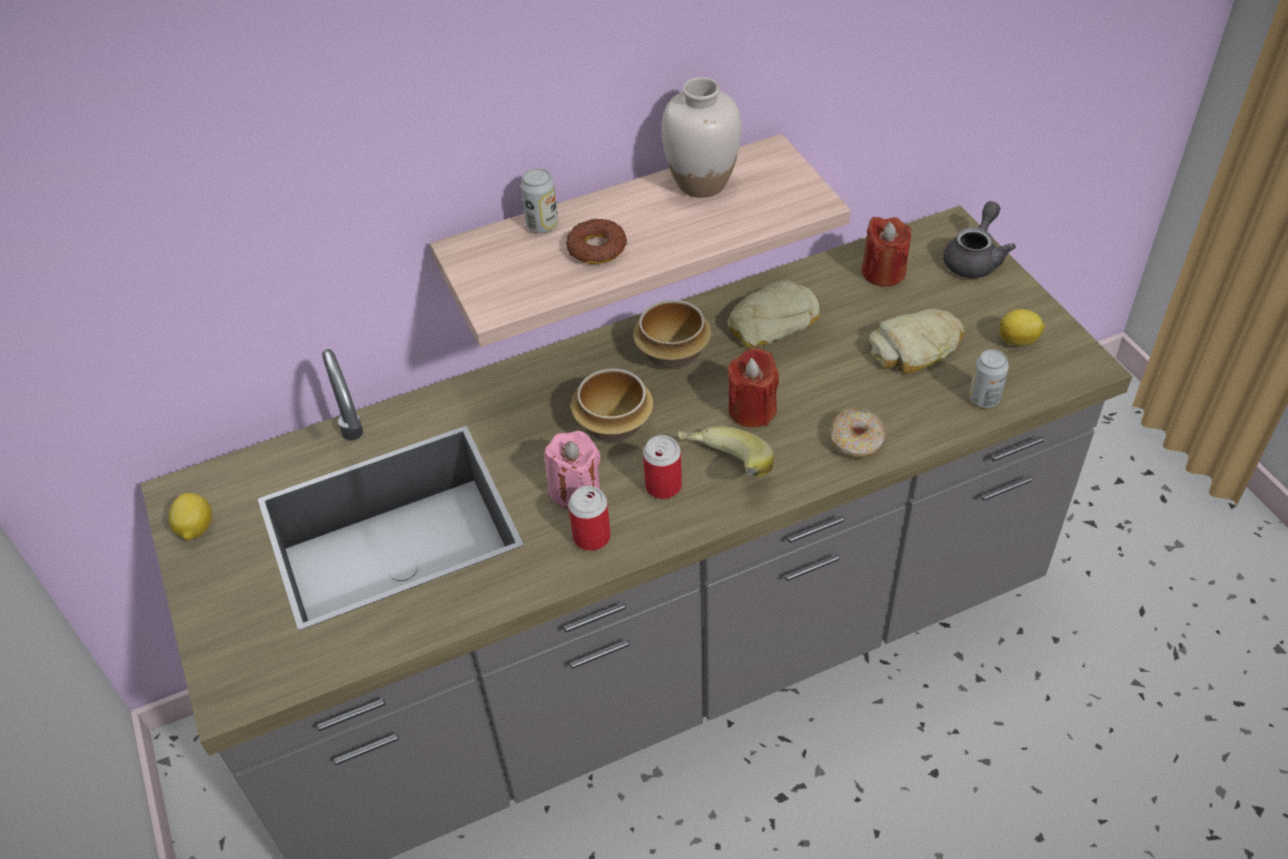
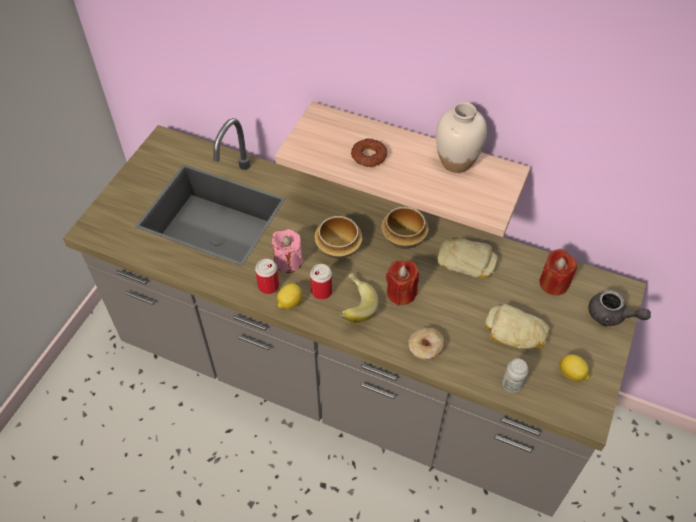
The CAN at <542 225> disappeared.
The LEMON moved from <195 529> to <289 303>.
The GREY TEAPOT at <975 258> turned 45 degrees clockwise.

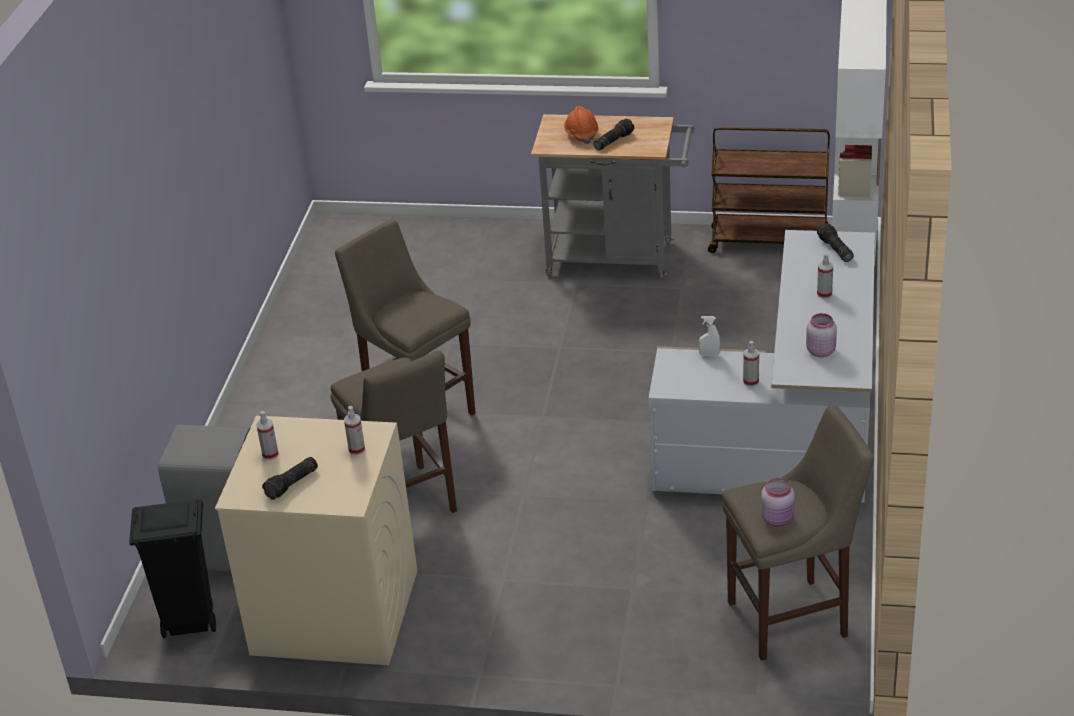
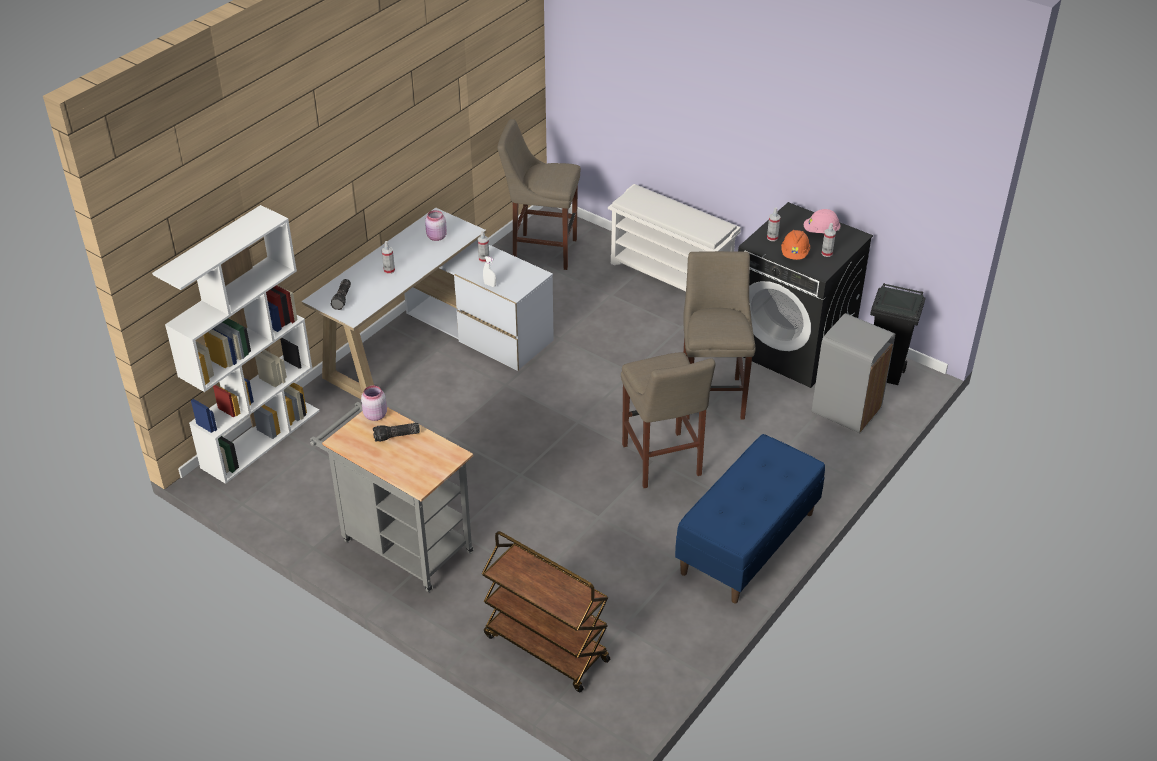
The WHITE SHOE RACK at <671 275> appeared.
The BLUE BENCH at <748 543> appeared.
The ORANGE HARD HAT moved from <581 135> to <795 254>.
The BROWN CART moved from <769 241> to <545 648>.
The PINK JAR moved from <778 519> to <374 415>.
The FLASHLIGHT at <292 484> was replaced by the PINK HARD HAT at <821 231>.
The BEIGE WASHING MACHINE at <333 612> became the BLACK WASHING MACHINE at <793 346>.

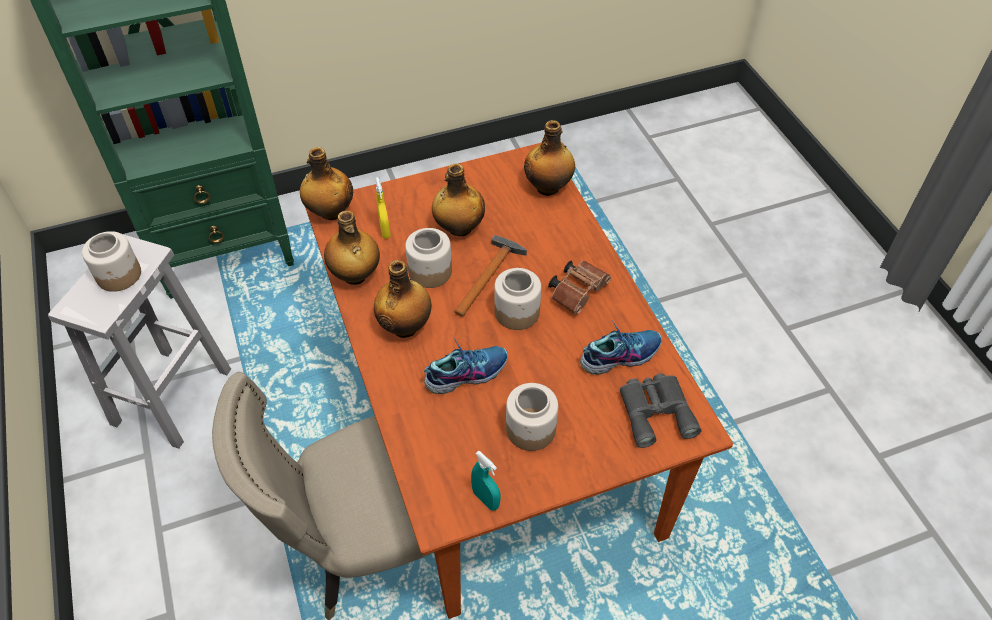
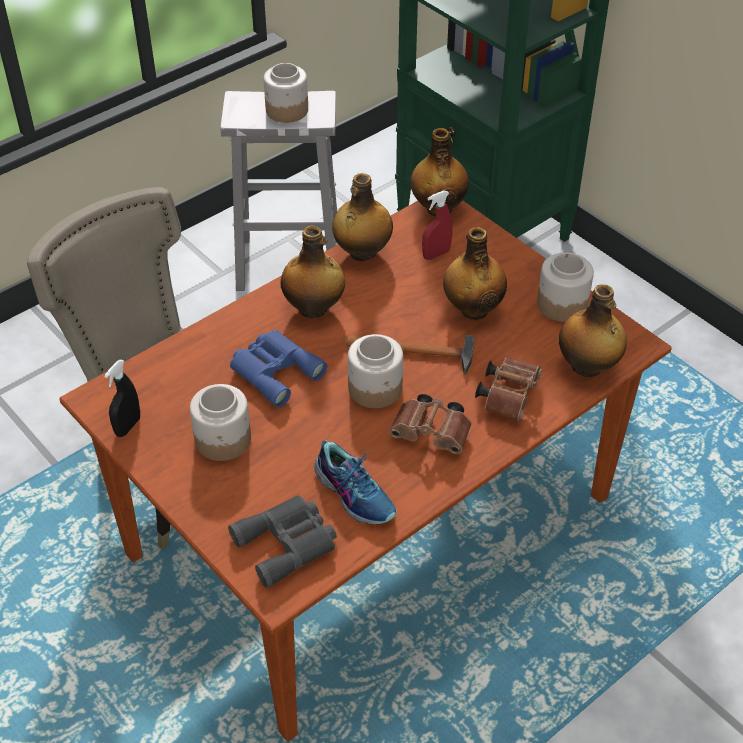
The BROWN BINOCULARS at <509 395> appeared.
The JAR moved from <429 271> to <562 304>.
The SHOE at <466 373> was replaced by the BLUE BINOCULARS at <274 370>.
The YELLOW SPRAY BOTTLE at <385 230> became the RED SPRAY BOTTLE at <436 254>.
The TURQUOISE SPRAY BOTTLE at <486 499> became the BLACK SPRAY BOTTLE at <128 426>.

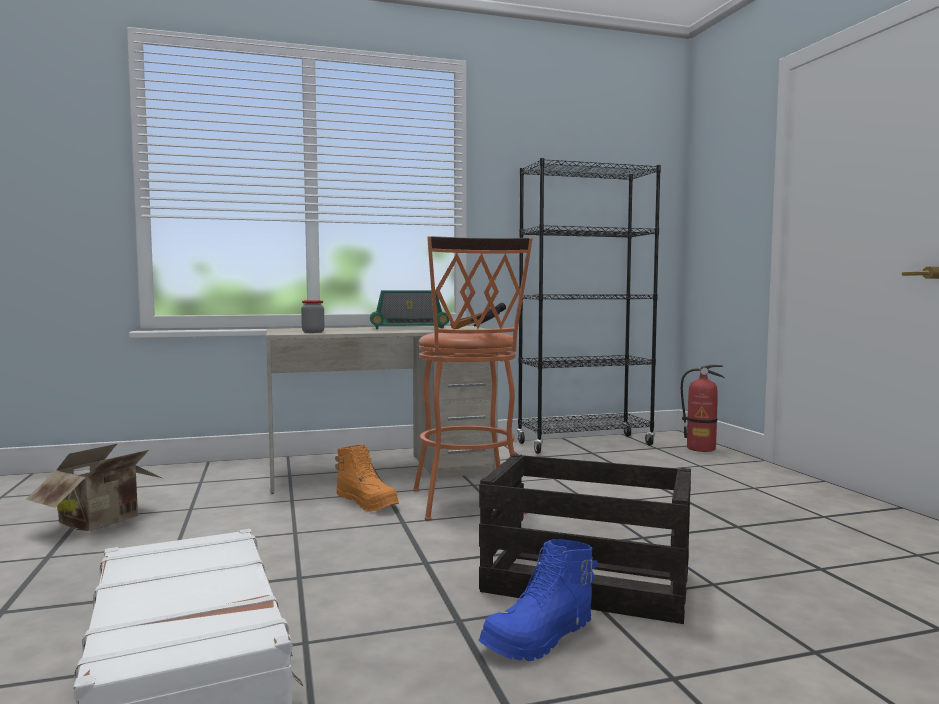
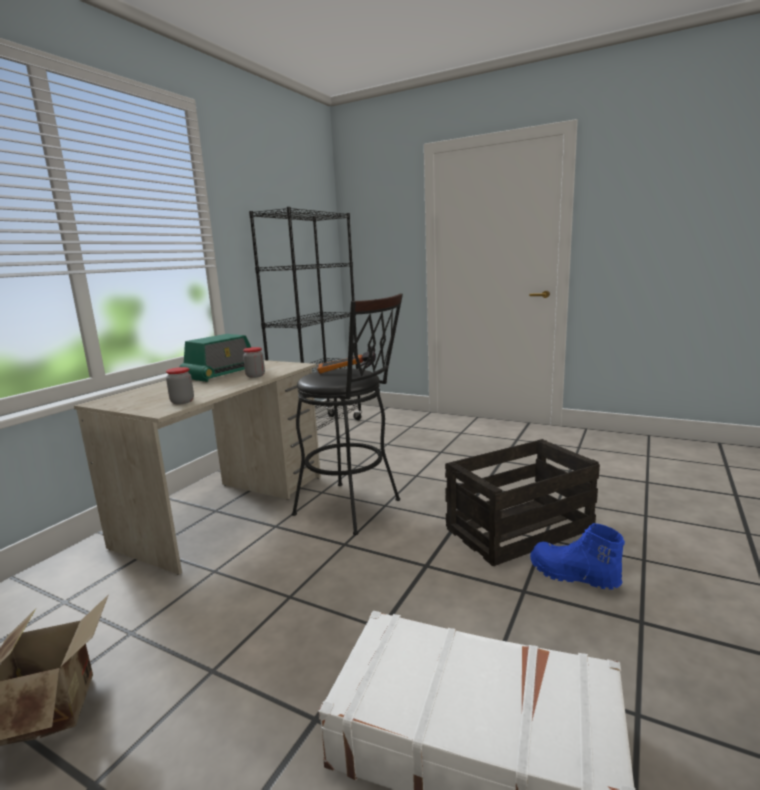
The ORANGE BOOT at <367 503> disappeared.
The FIRE EXTINGUISHER at <701 449> disappeared.
The JAR at <255 376> appeared.
The ORANGE STOOL at <468 505> became the BLACK STOOL at <354 509>.
The BLUE BOOT at <540 639> turned 120 degrees clockwise.

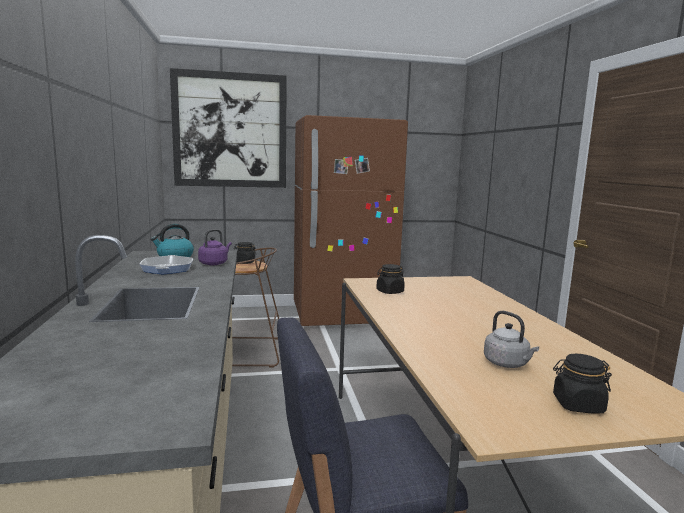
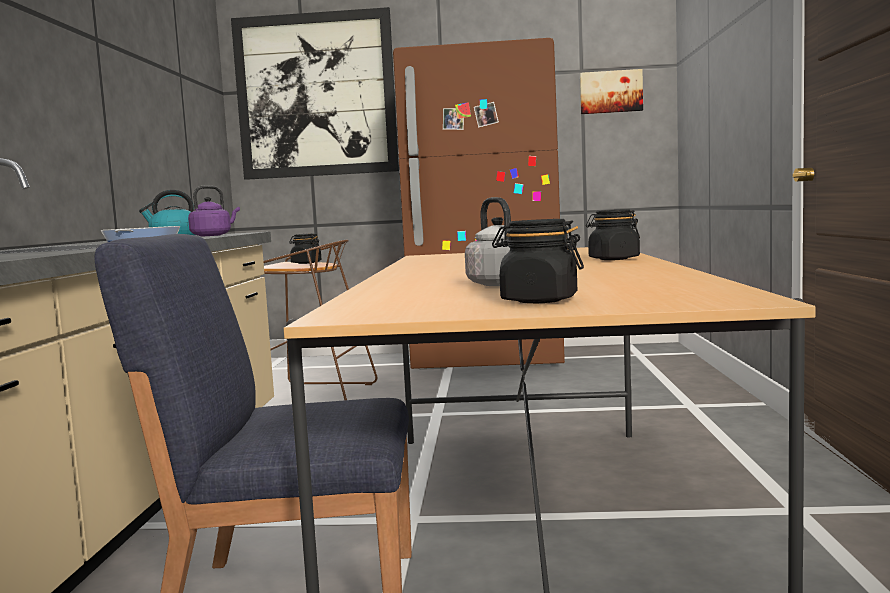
The PICTURE at <610 92> appeared.
The BLACK JAR moved from <389 291> to <613 259>.

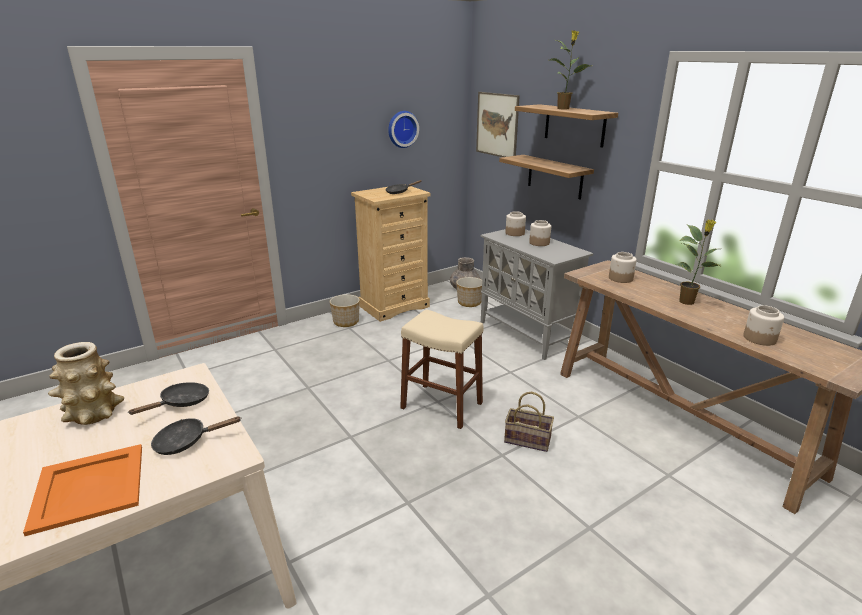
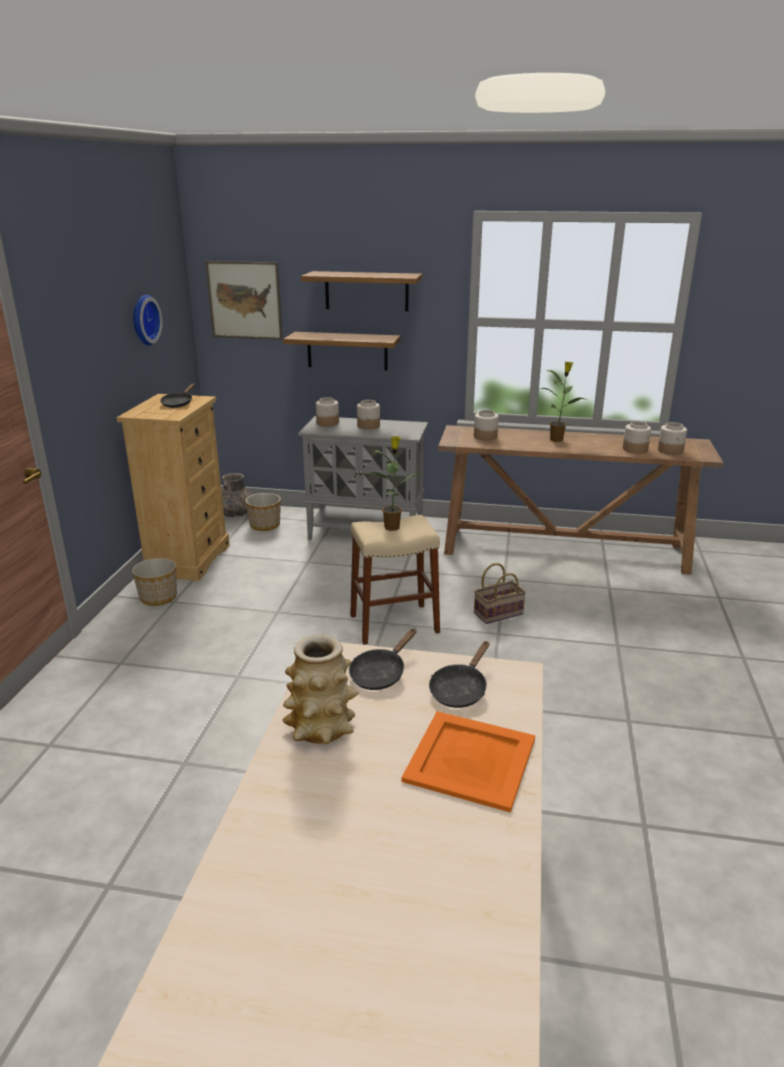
The JAR at <670 450> appeared.
The POTTED PLANT moved from <564 108> to <392 527>.
The BLACK FRYING PAN at <181 403> turned 135 degrees counterclockwise.

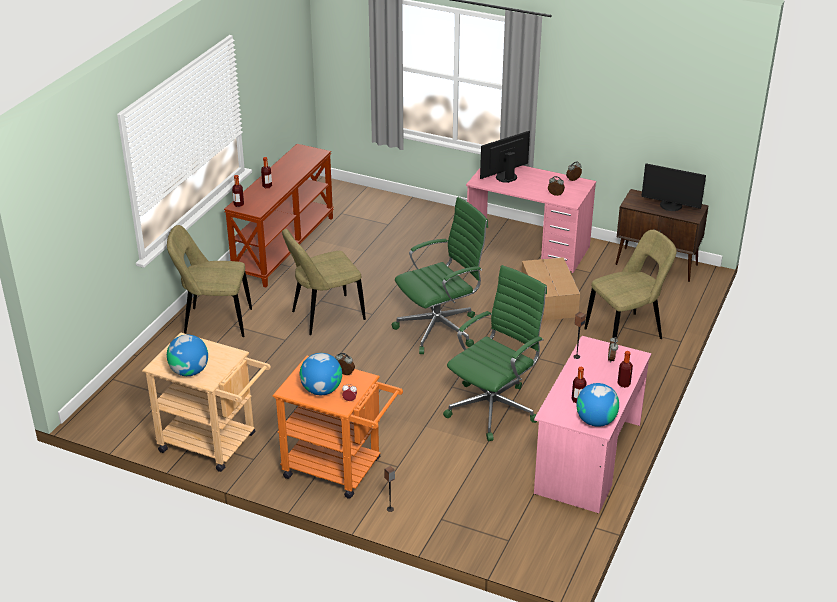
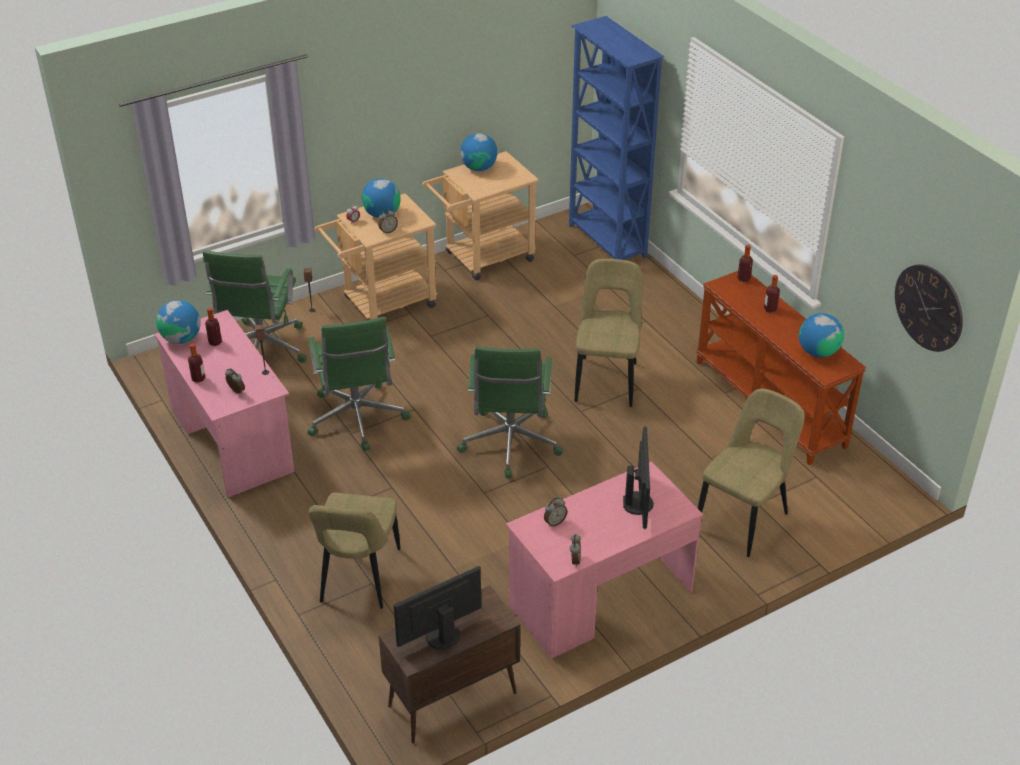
The CARDBOARD BOX at <548 300> disappeared.
The GREEN OFFICE CHAIR at <261 351> appeared.
The BLUE BOOKCASE at <607 242> appeared.
The GLOBE at <818 352> appeared.
The WALL CLOCK at <929 307> appeared.
The BEIGE CHAIR moved from <214 322> to <744 518>.
The ORANGE CART at <340 470> became the BEIGE CART at <382 304>.

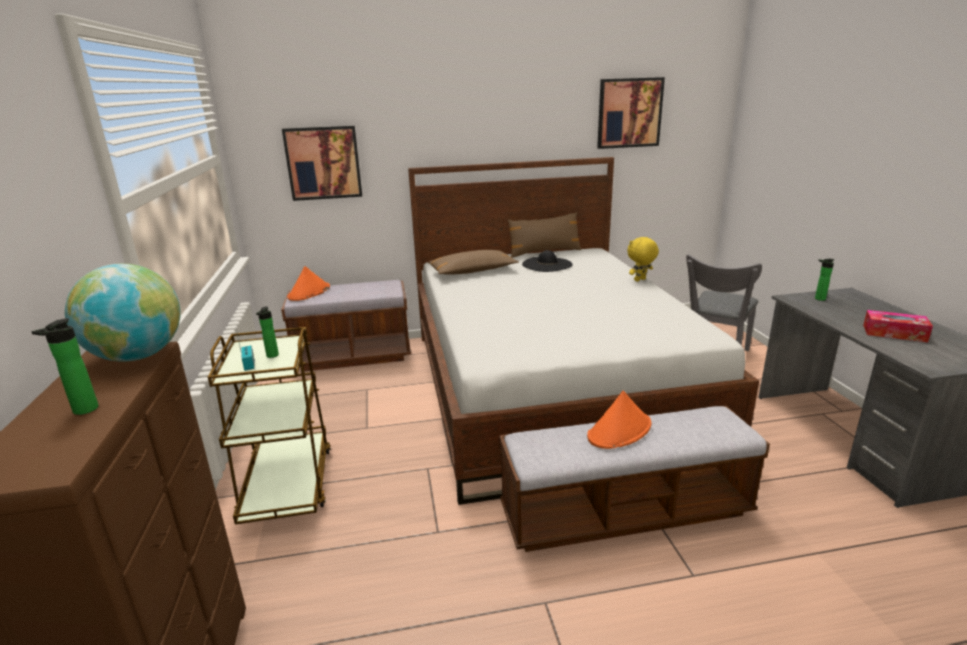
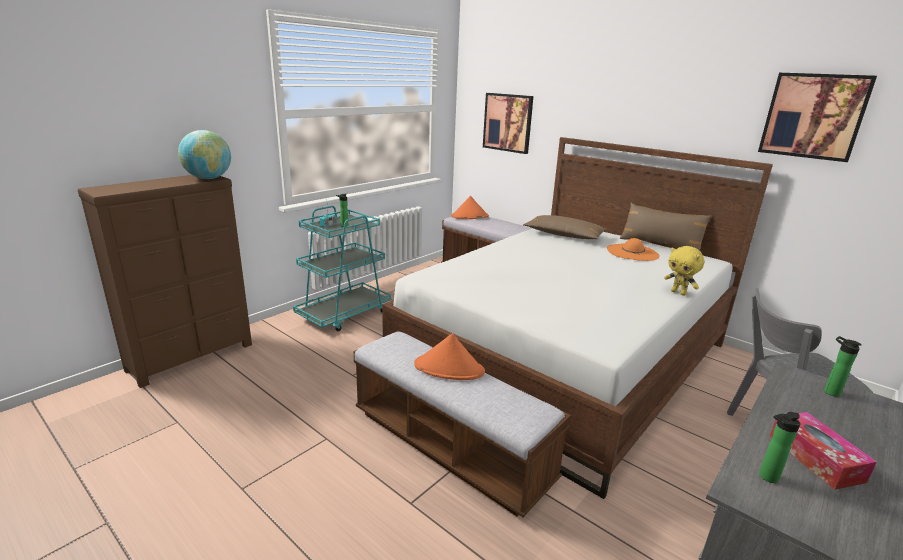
The BOTTLE moved from <82 411> to <766 477>.
The BROWN CART at <288 485> became the TURQUOISE CART at <344 314>.
The BLACK HAT at <547 264> became the ORANGE HAT at <632 252>.
The YELLOW PLUSH TOY at <640 280> turned 150 degrees counterclockwise.

